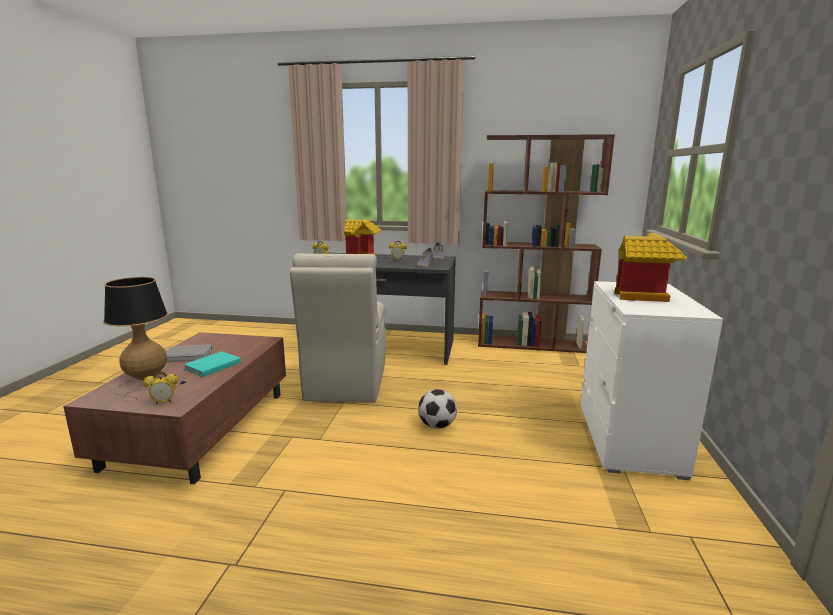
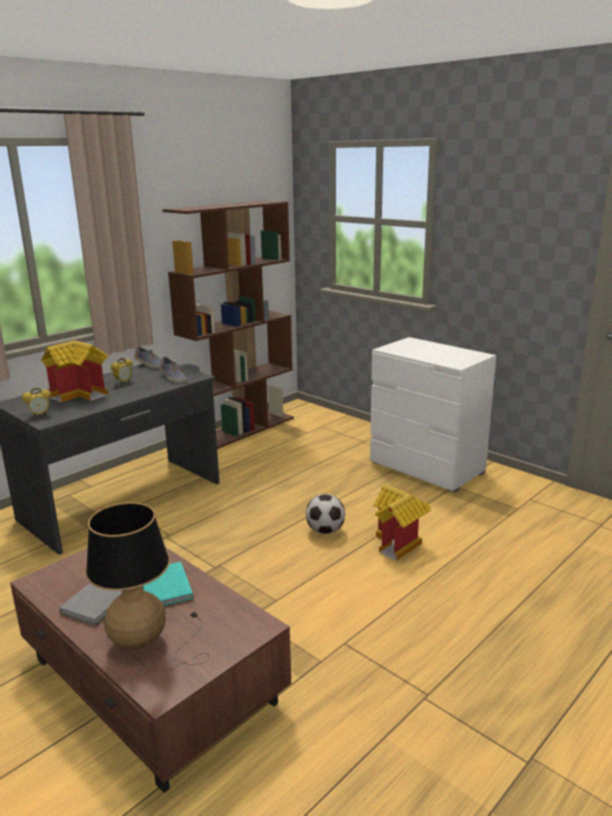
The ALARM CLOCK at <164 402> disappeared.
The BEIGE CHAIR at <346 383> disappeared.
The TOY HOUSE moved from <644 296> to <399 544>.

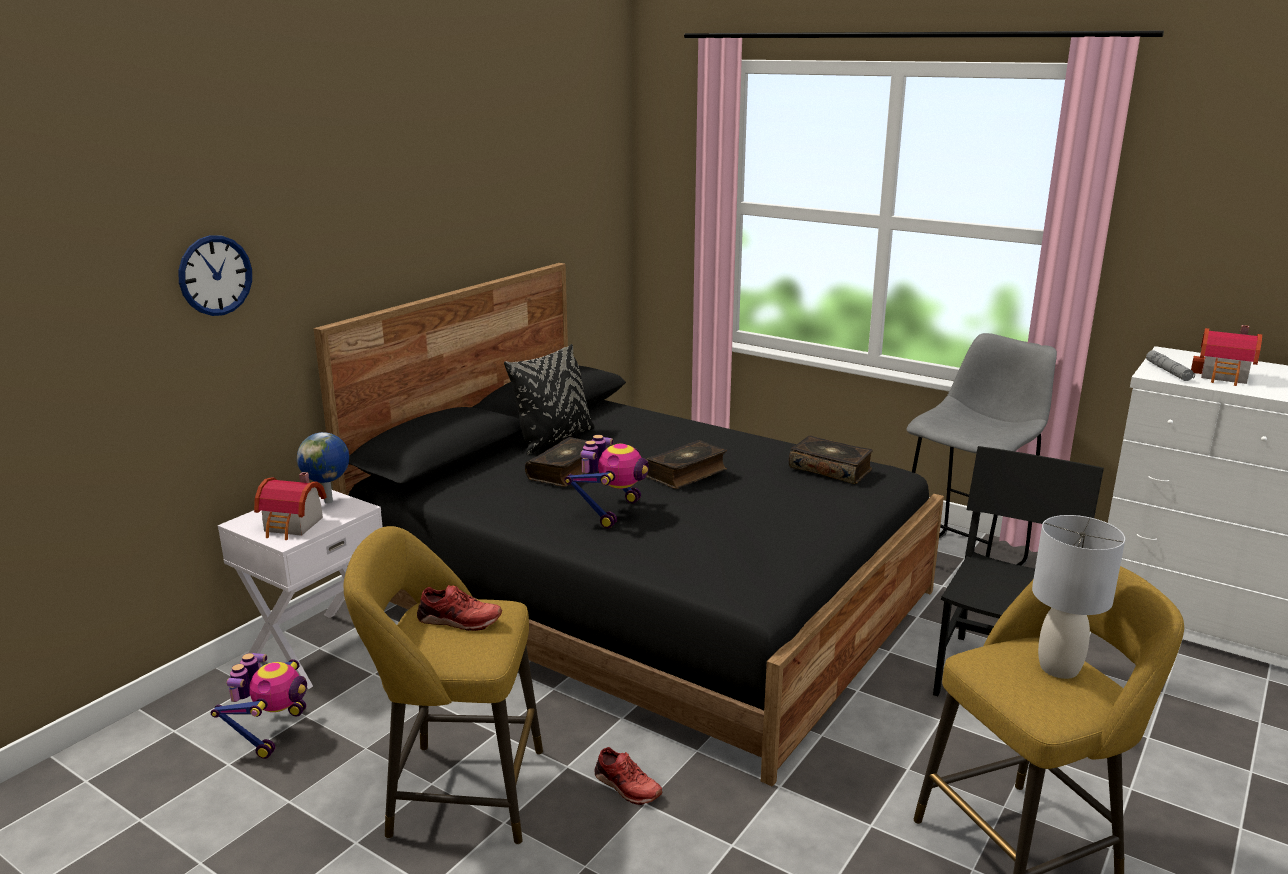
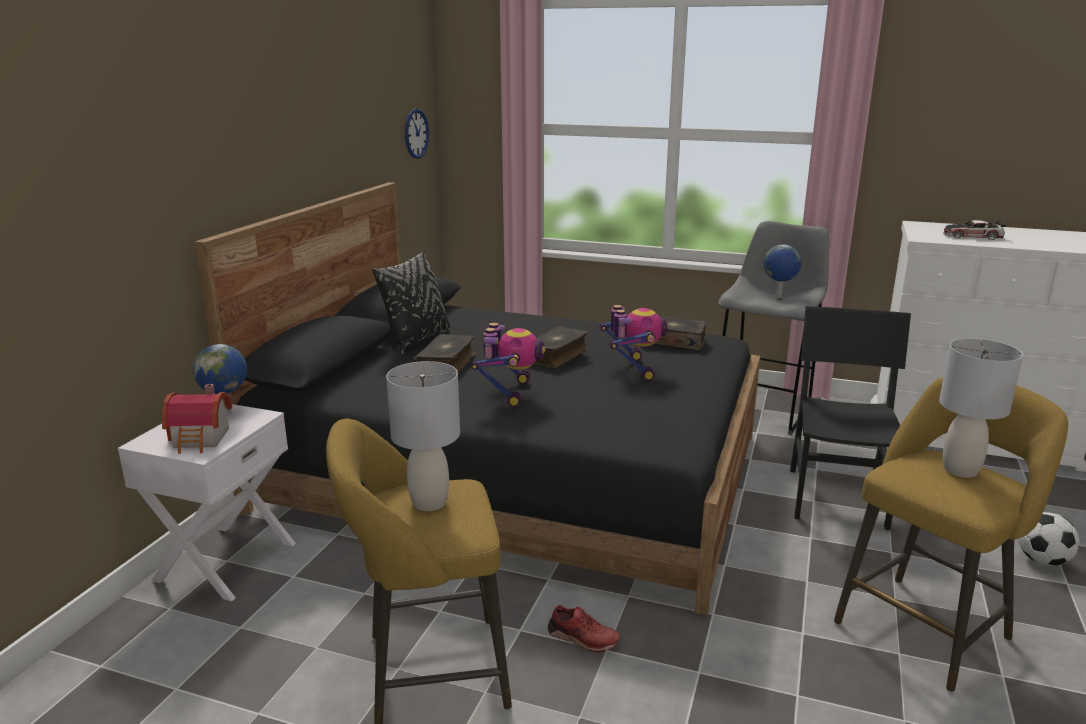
The GREY FLASHLIGHT at <1168 371> disappeared.
The GLOBE at <778 297> appeared.
The FOOTBALL at <1042 561> appeared.
The WALL CLOCK moved from <215 275> to <416 133>.
The TOY ROBOT moved from <272 732> to <632 369>.
The RED SHOE at <458 620> was replaced by the GREY TABLE LAMP at <429 502>.
The TOY HOUSE at <1225 376> was replaced by the TOY CAR at <972 236>.

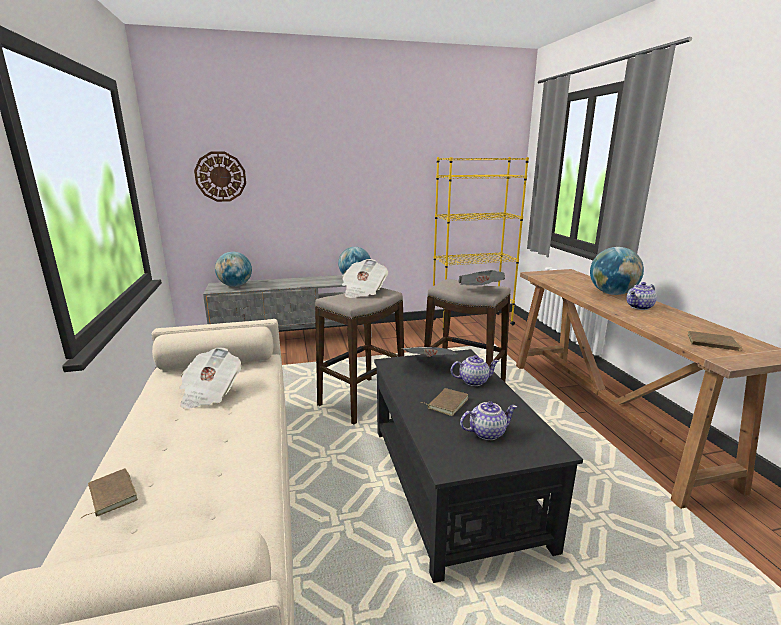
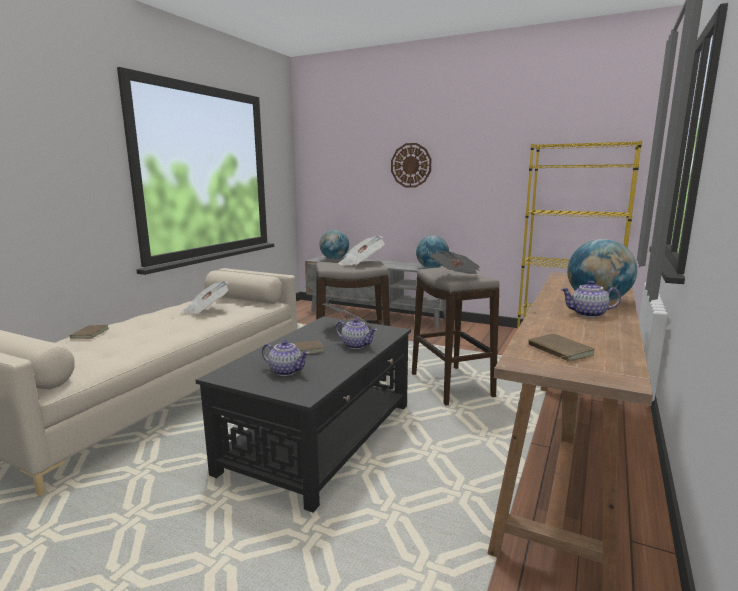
The WALL CLOCK moved from <220 176> to <411 165>.

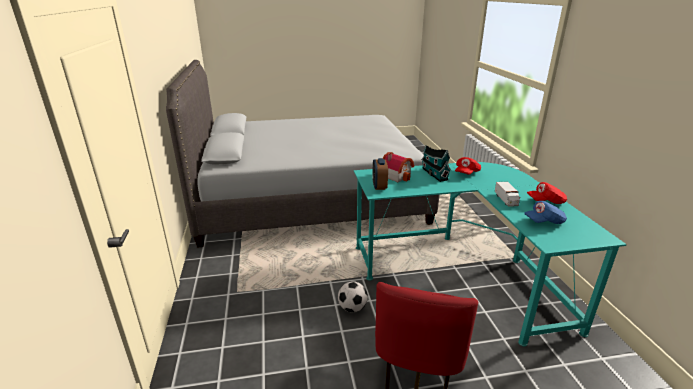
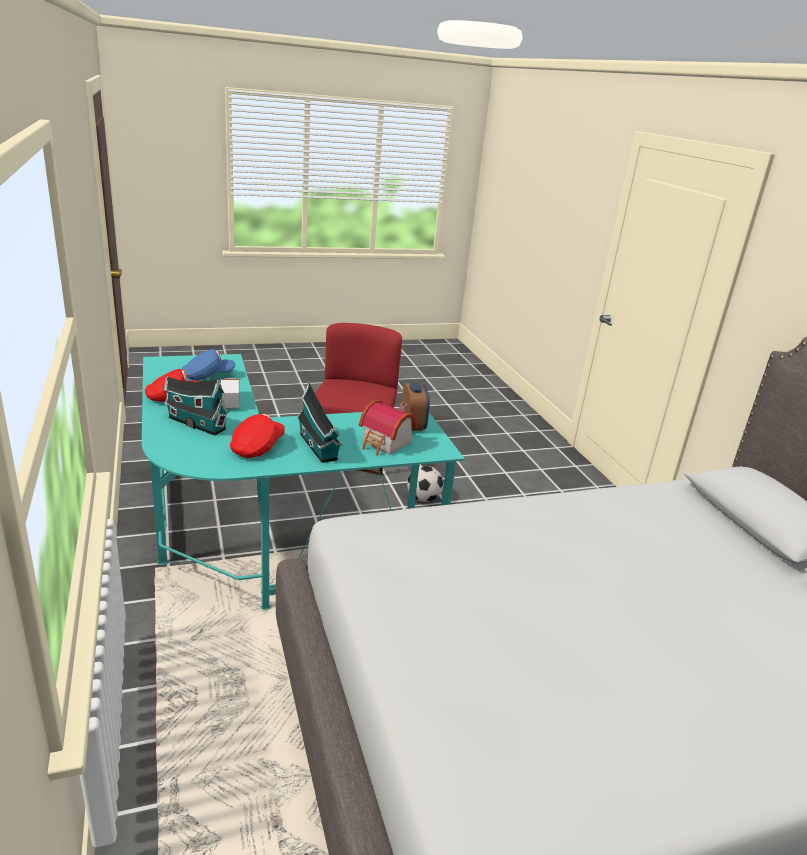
The TOY HOUSE at <195 423> appeared.

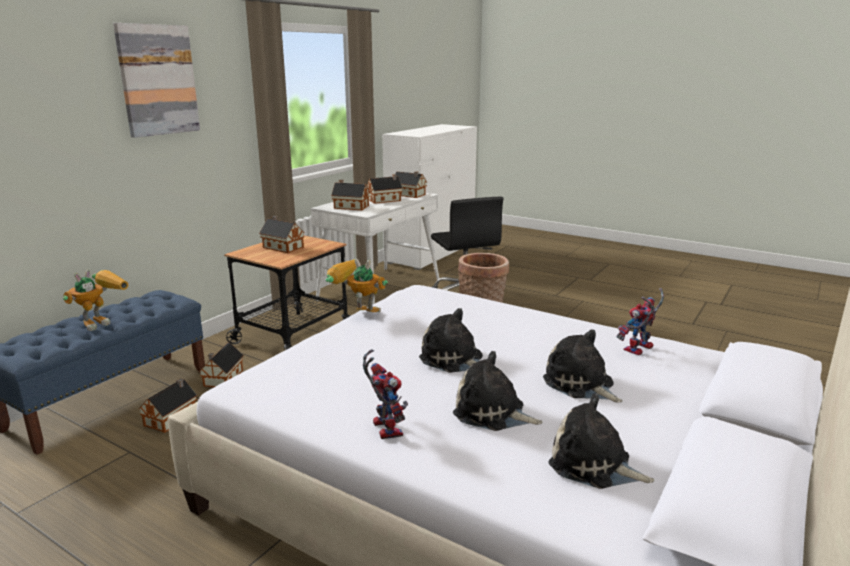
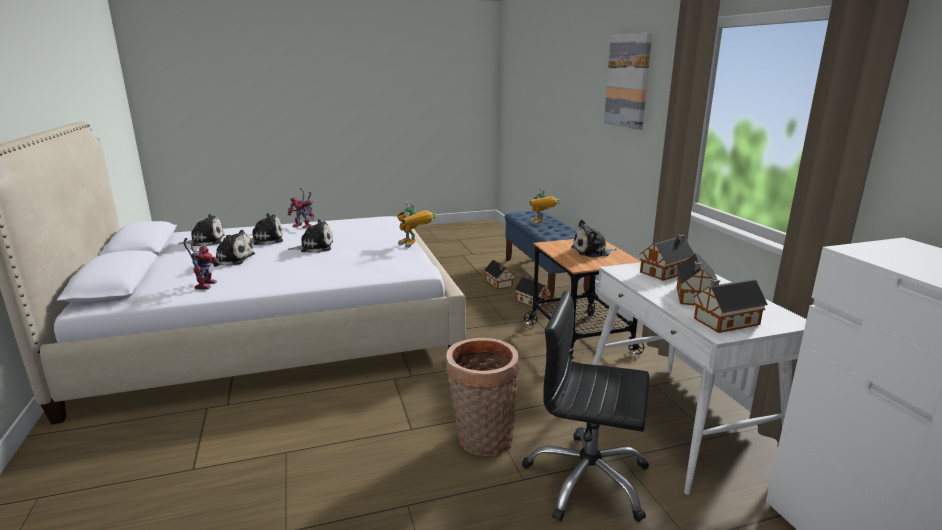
The TOY HOUSE at <282 247> was replaced by the PLUSH TOY at <592 252>.
The TOY ROBOT at <356 313> turned 75 degrees clockwise.

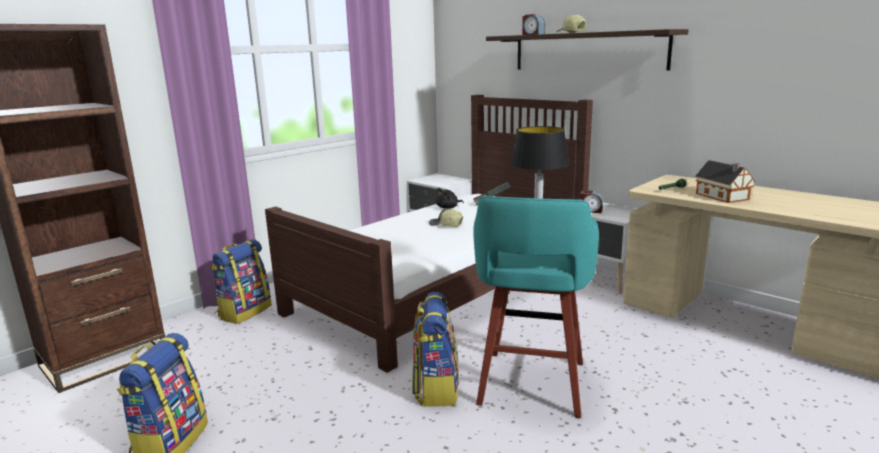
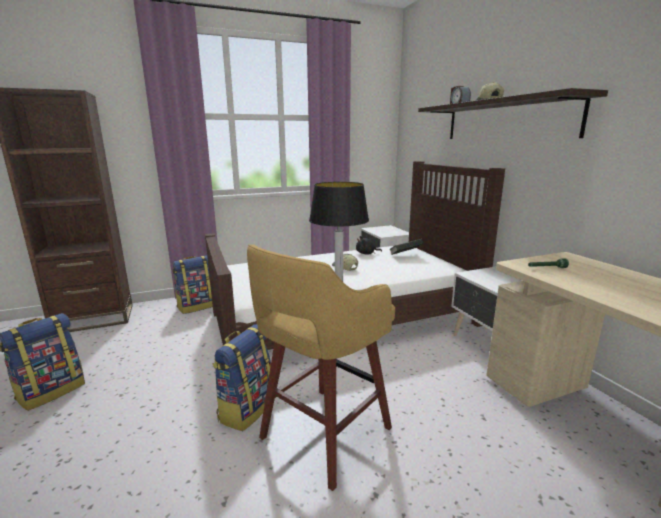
The ALARM CLOCK at <590 210> disappeared.
The TOY HOUSE at <723 197> disappeared.
The TURQUOISE STOOL at <531 385> became the YELLOW STOOL at <323 435>.

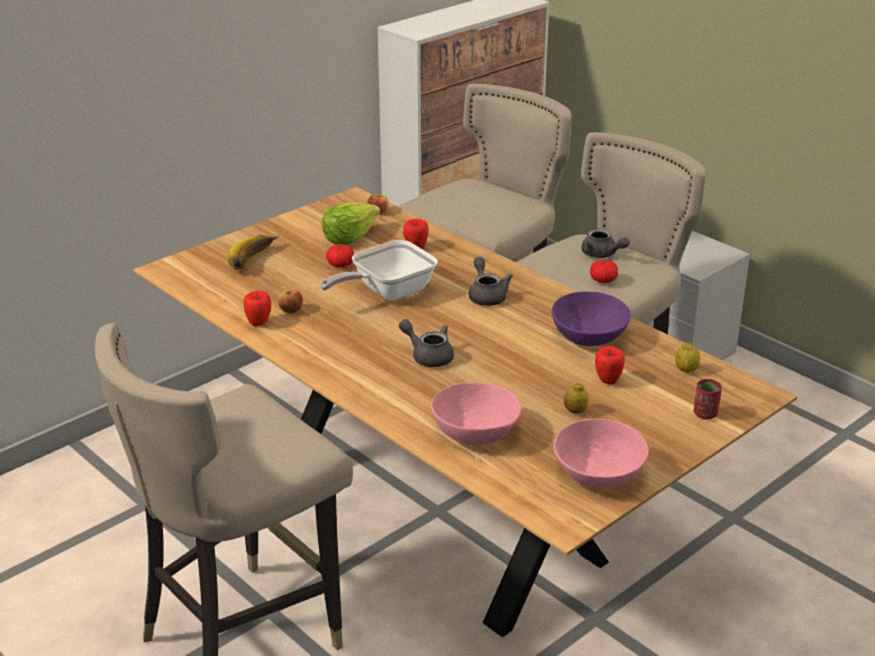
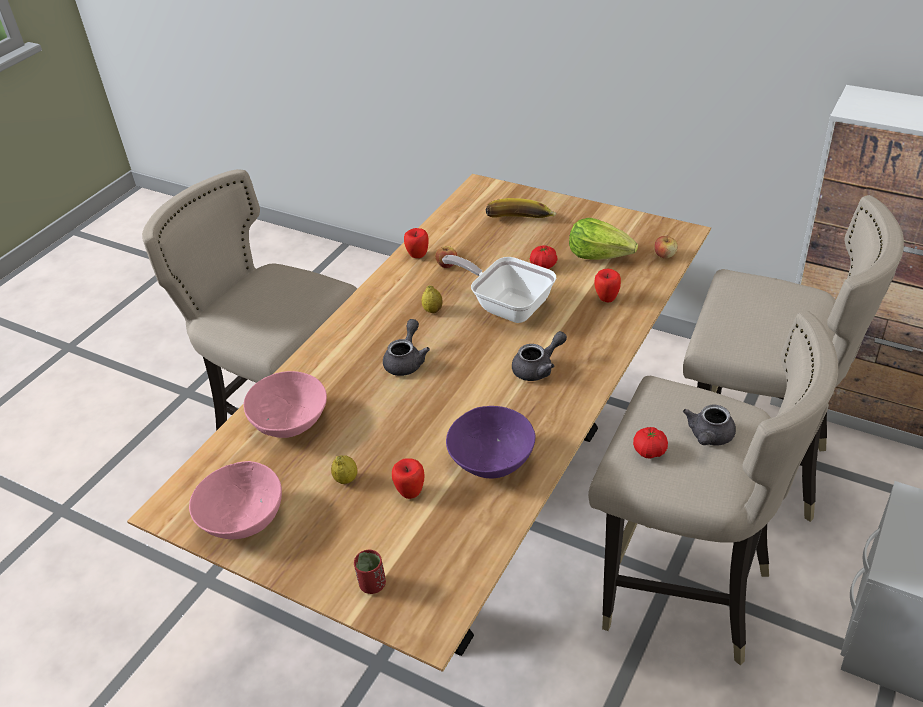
The LEMON moved from <686 370> to <433 310>.

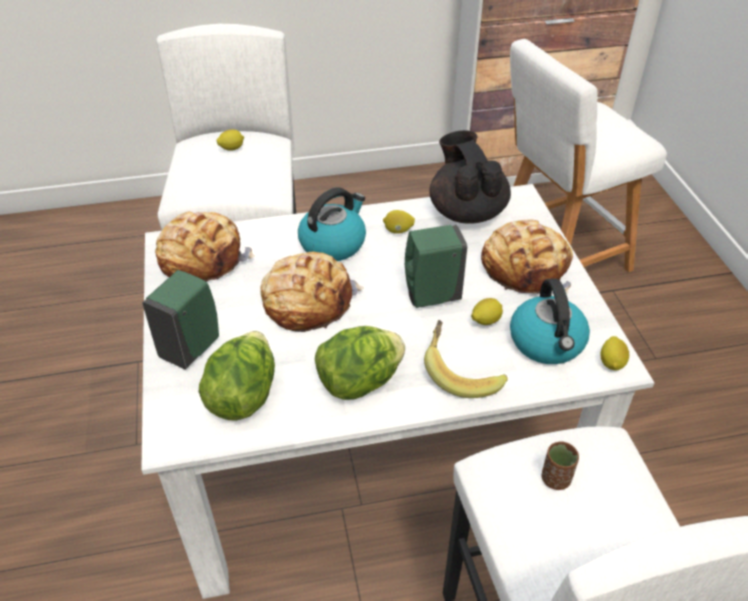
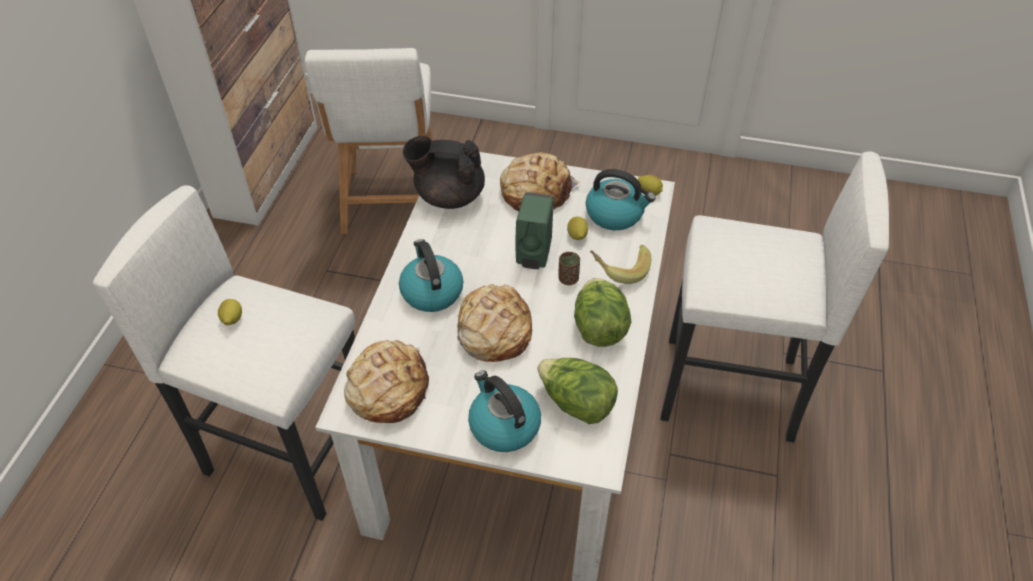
The LEMON at <398 231> disappeared.
The BROWN CUP moved from <555 479> to <568 279>.
The GREEN SOAP DISPENSER at <192 347> was replaced by the KETTLE at <503 425>.

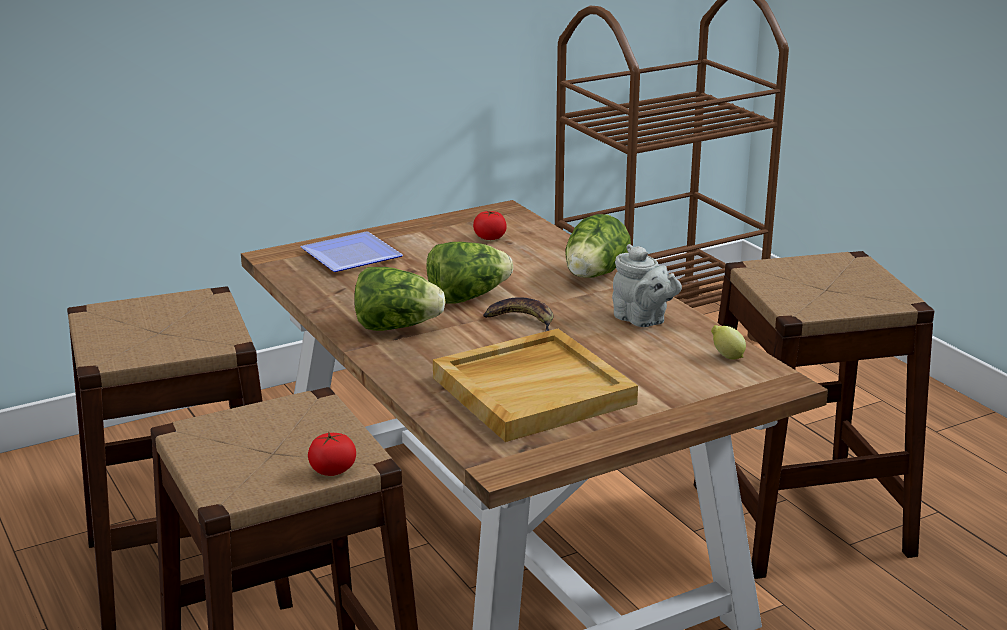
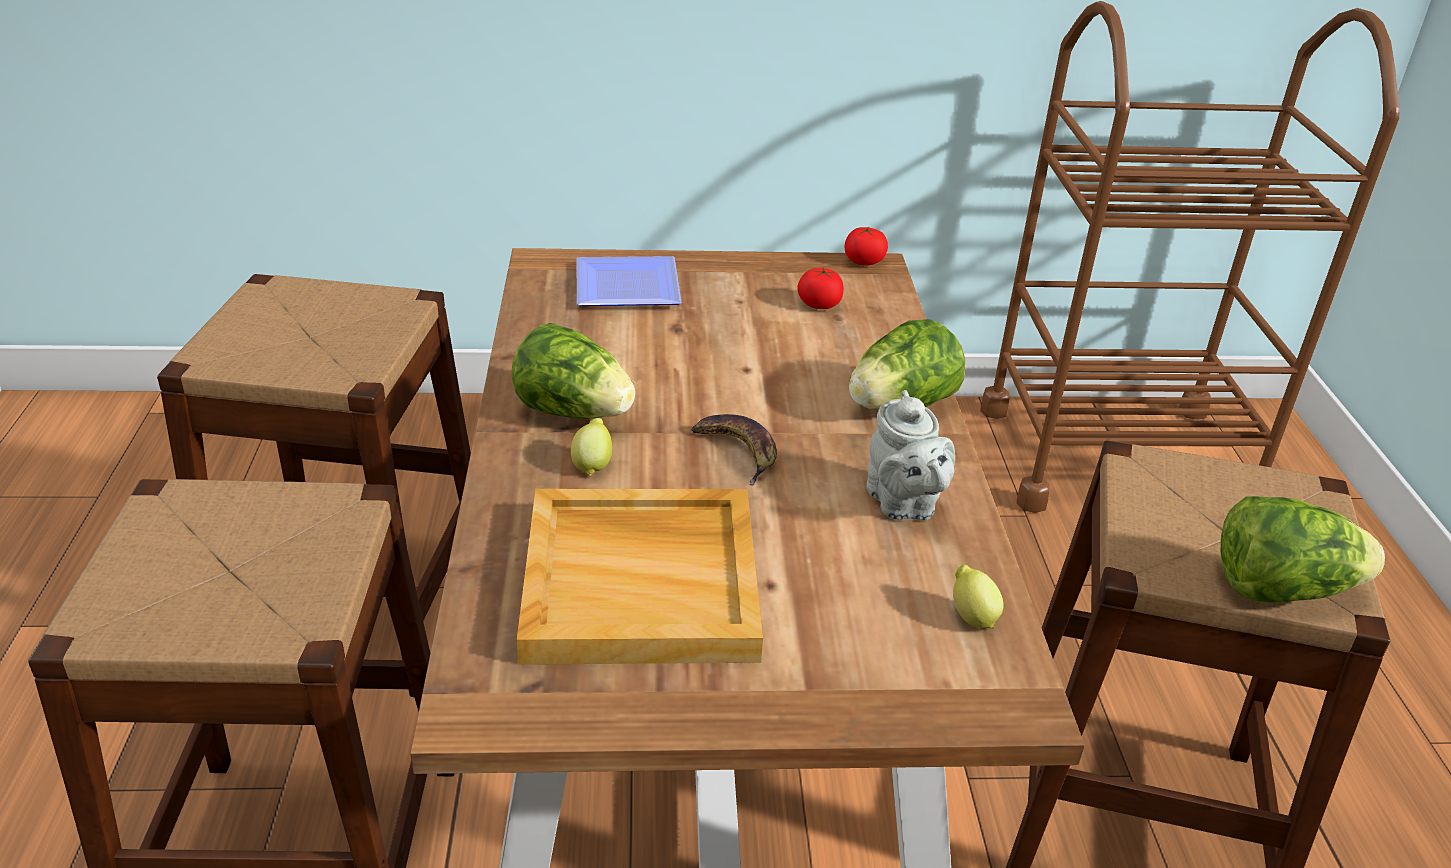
The LEMON at <592 465> appeared.
The TOMATO moved from <333 470> to <864 261>.
The LETTUCE moved from <467 297> to <1280 589>.

